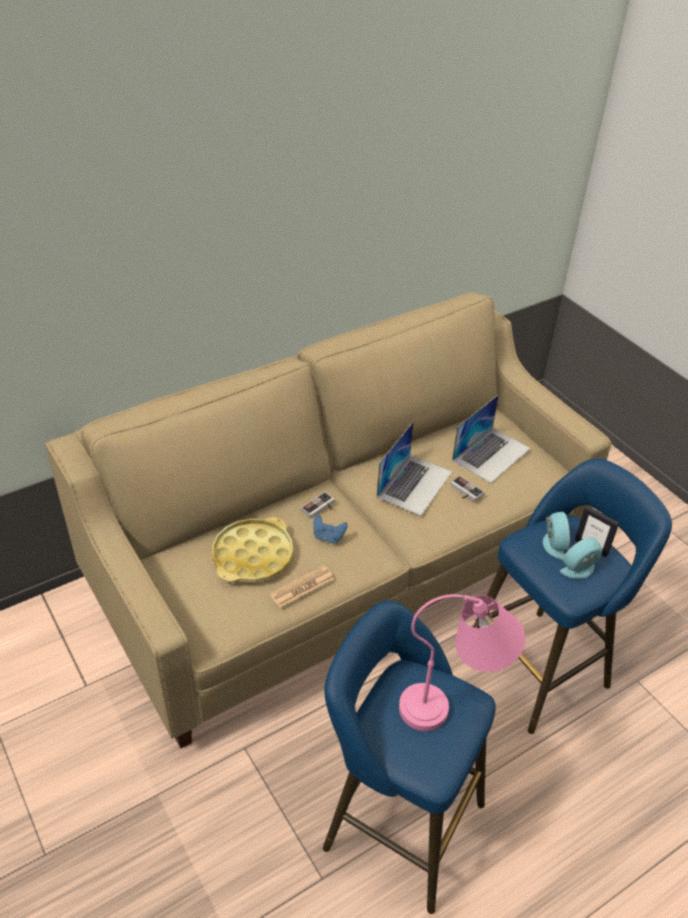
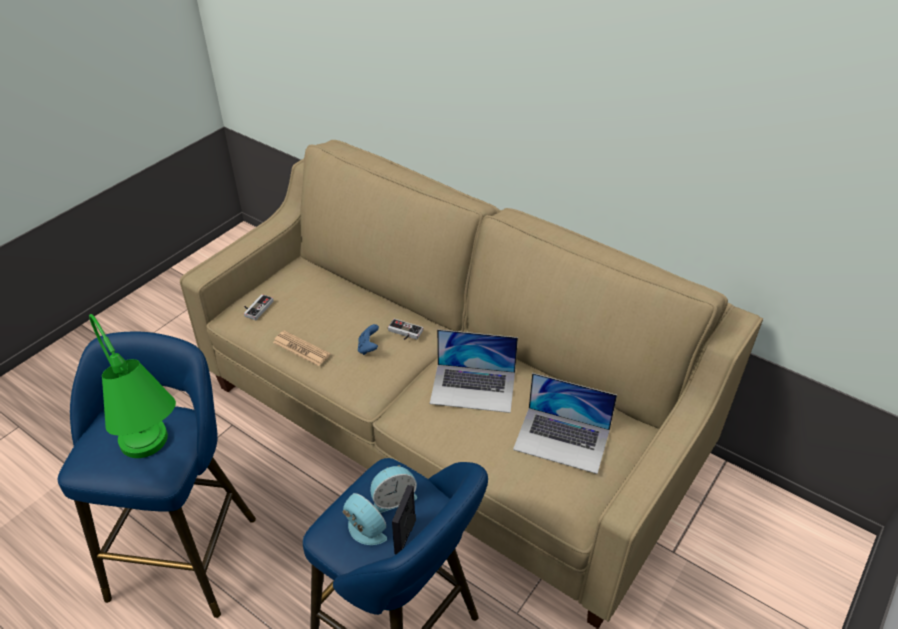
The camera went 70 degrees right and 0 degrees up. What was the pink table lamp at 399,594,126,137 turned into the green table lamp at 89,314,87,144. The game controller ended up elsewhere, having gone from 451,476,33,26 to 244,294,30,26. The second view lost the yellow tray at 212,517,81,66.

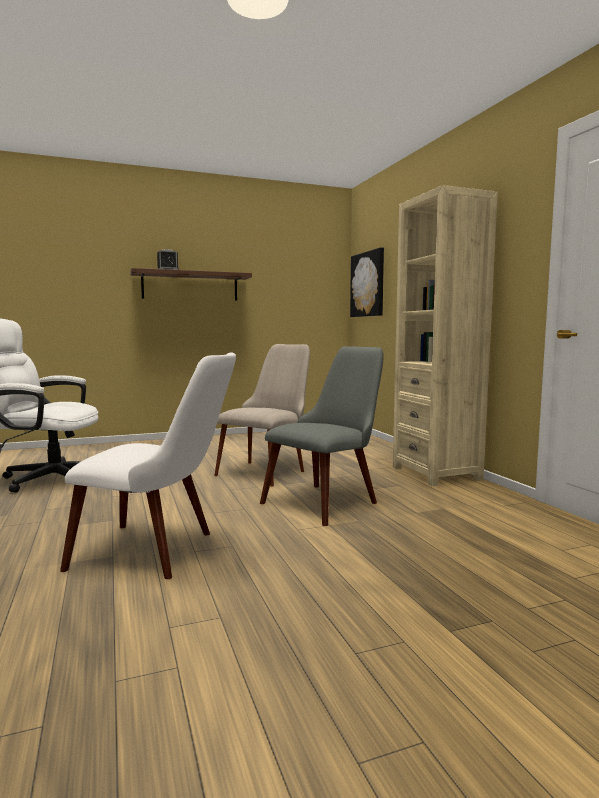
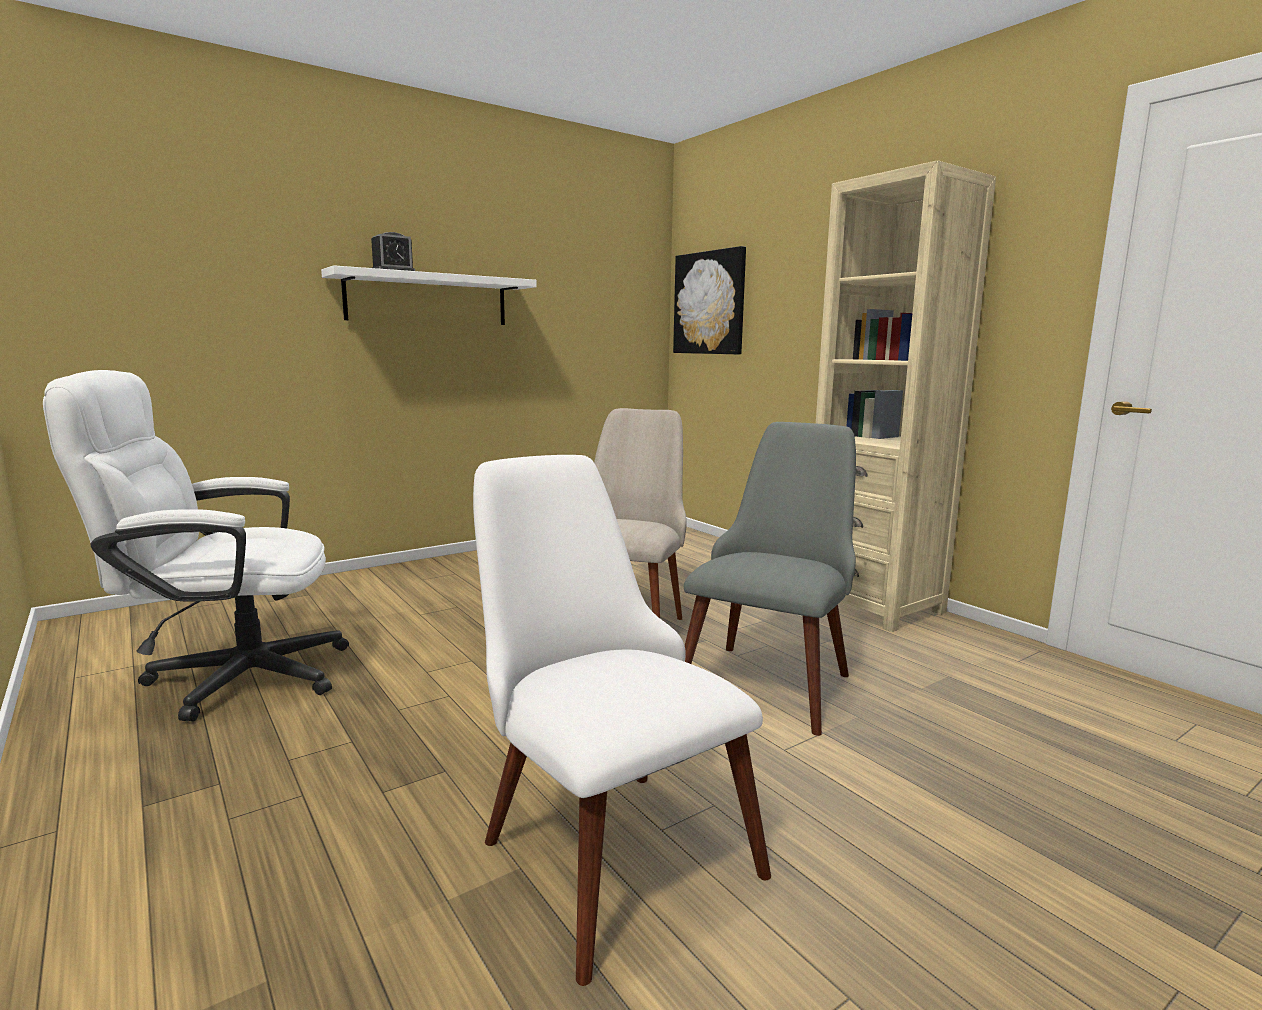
The camera went 15 degrees left and 5 degrees up. What was the brown shelf at 130,268,122,32 turned into the white shelf at 321,265,216,60. The white chair at 60,353,176,226 ended up facing another way, 120 degrees counterclockwise from before.

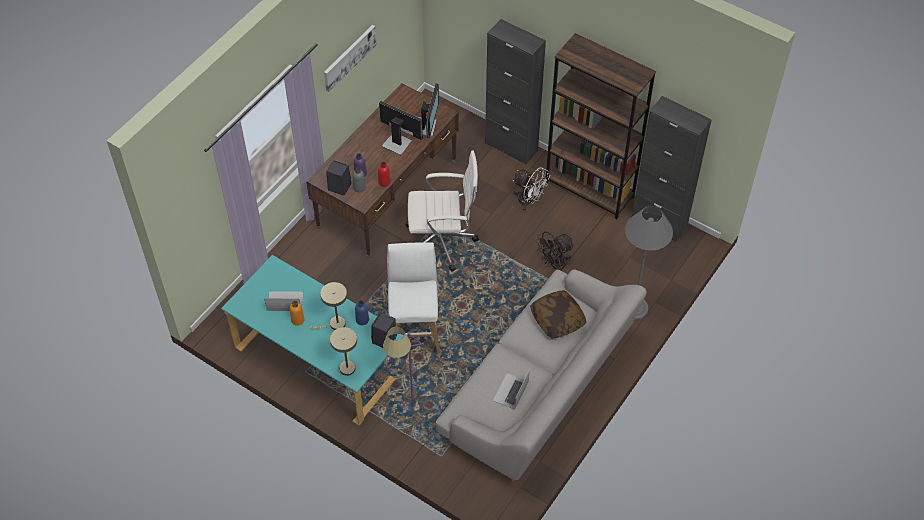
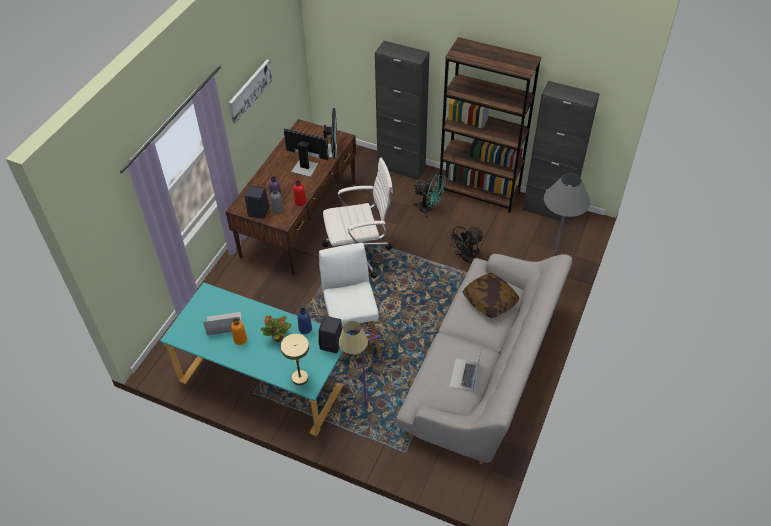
The camera went 10 degrees left and 5 degrees down. Where the beige table lamp stood at 310,282,37,48, the potted plant came to stand at 261,316,31,26. What was the white fan at 513,167,37,44 turned into the turquoise fan at 413,174,33,43.

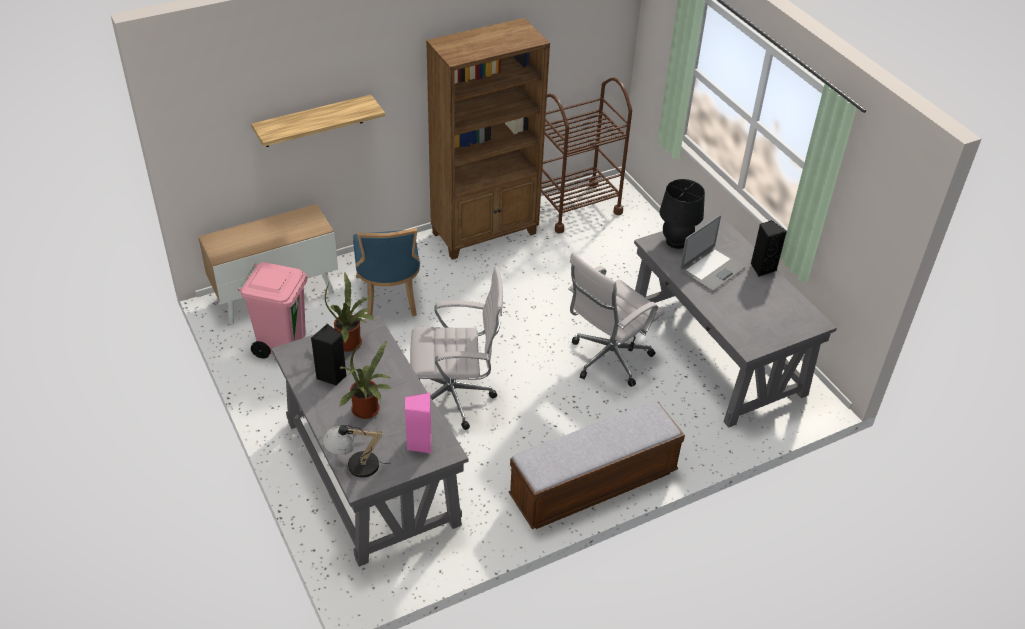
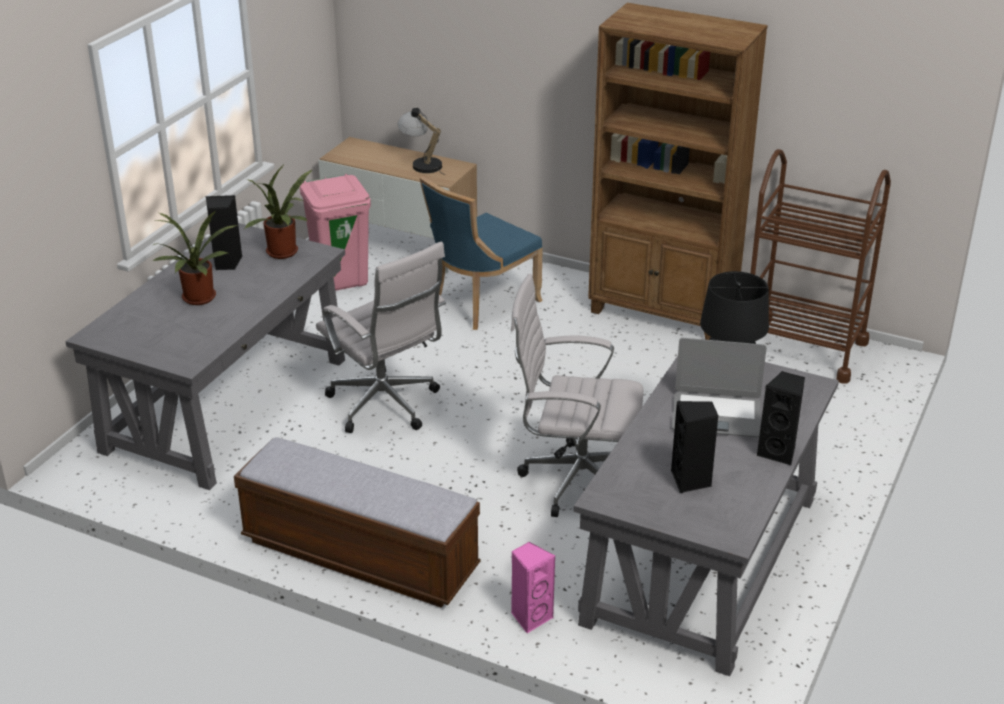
The camera went 55 degrees right and 10 degrees down. The table lamp ended up elsewhere, having gone from 322,425,67,53 to 397,107,48,68. The pink speaker ended up elsewhere, having gone from 405,393,26,60 to 511,541,44,93. The second view gained the black speaker at 671,401,48,92. The second view lost the shelf at 251,95,134,52.

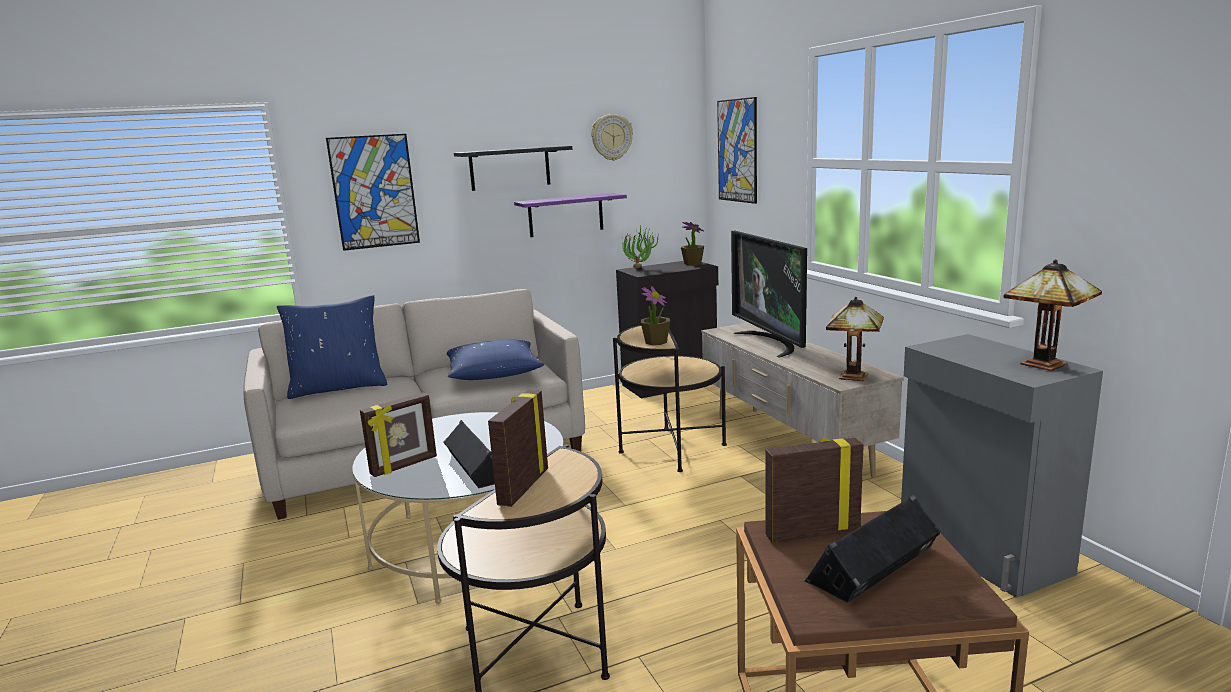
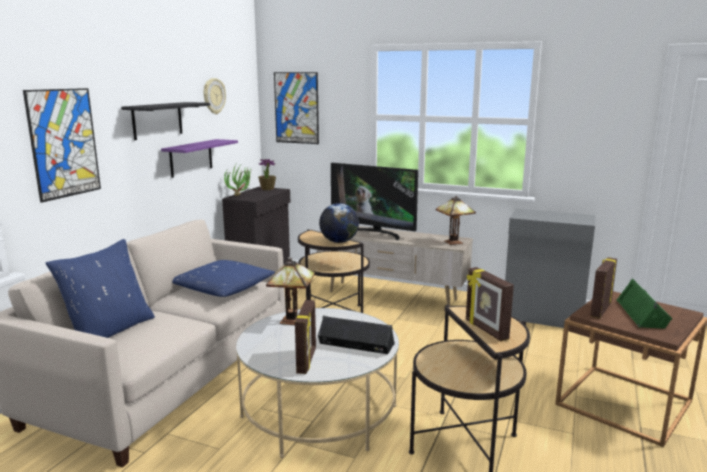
The camera went 45 degrees left and 0 degrees up. The table lamp ended up elsewhere, having gone from 1004,260,98,111 to 266,259,49,66. Where the potted plant stood at 641,286,29,59, the globe came to stand at 319,203,40,40. What was the black speaker at 805,495,136,108 turned into the green speaker at 617,278,56,51.

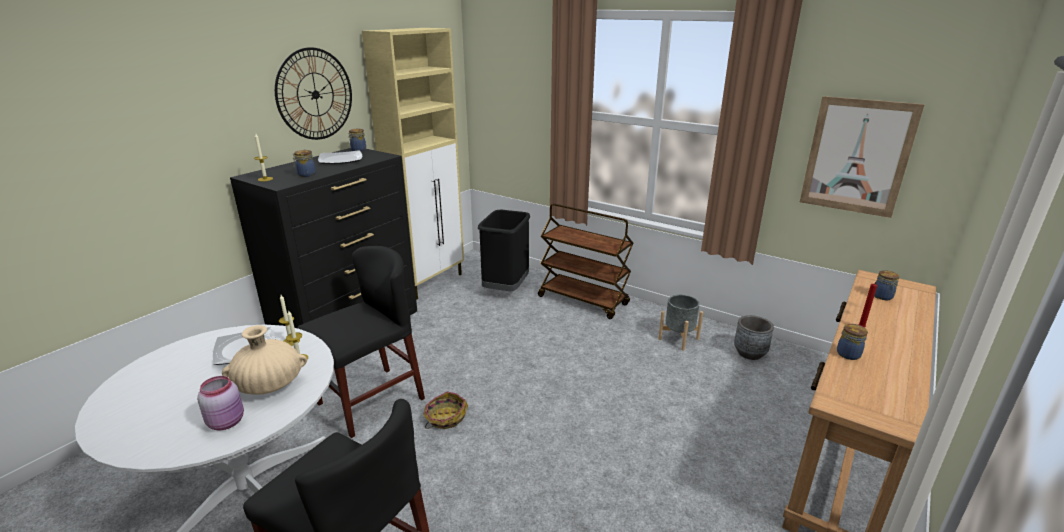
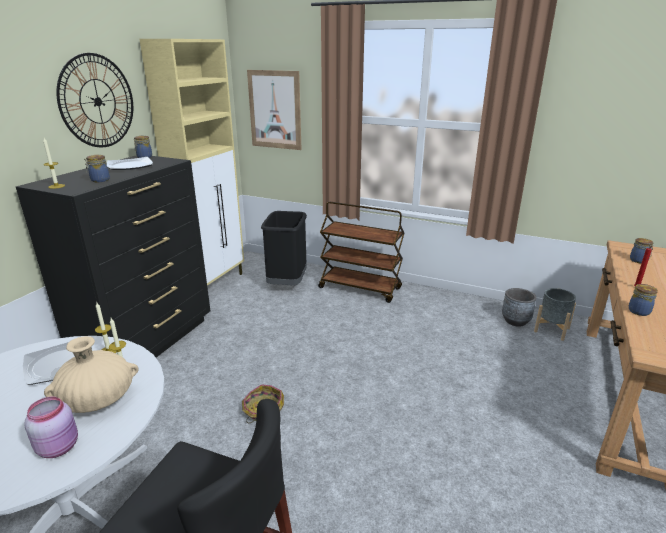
The camera went 10 degrees left and 0 degrees up. The picture ended up elsewhere, having gone from 800,96,125,122 to 247,70,55,80. The grey planter ended up elsewhere, having gone from 658,295,45,56 to 534,288,42,53. The second view lost the black chair at 298,246,127,192.

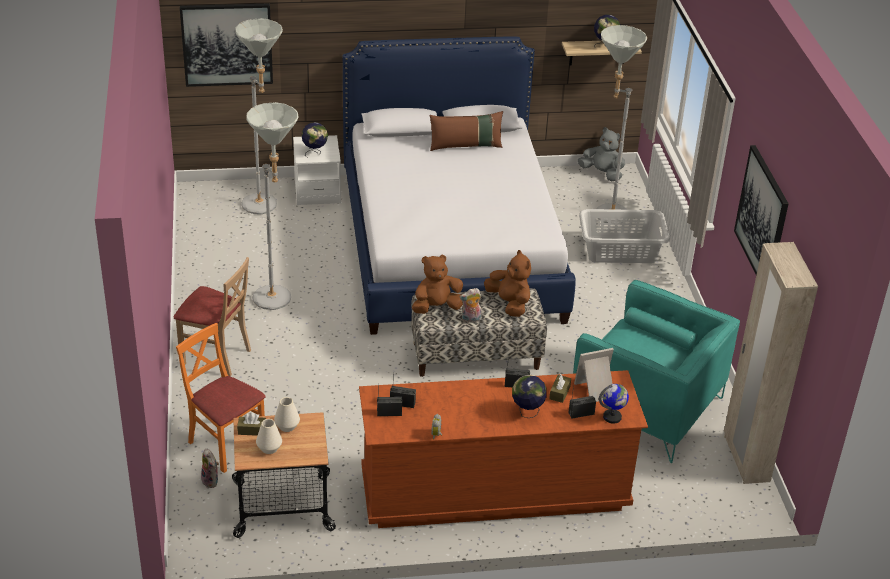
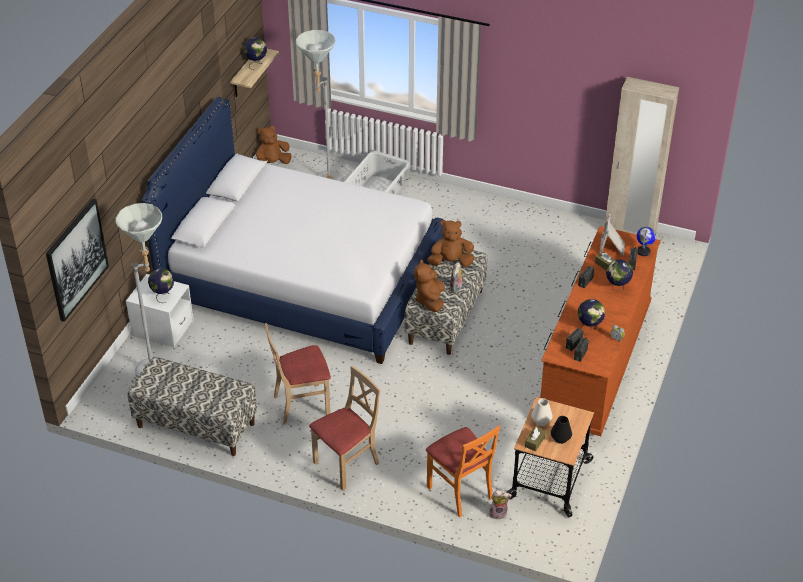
The camera went 60 degrees left and 5 degrees up. The second view gained the bench at 128,357,129,99. What was the grey plush toy at 578,127,47,54 turned into the brown plush toy at 256,126,36,38. Where the grey floor lamp stood at 246,102,53,208, the beige chair came to stand at 265,323,66,101. The orange chair at 176,323,90,150 ended up facing another way, 105 degrees counterclockwise from before. What was the white vase at 256,419,26,35 turned into the black vase at 551,416,21,28. The second view gained the globe at 578,299,27,36. The second view lost the brown pillow at 429,111,74,40. The second view lost the turquoise armchair at 573,280,167,183. The second view lost the picture at 734,145,55,130.

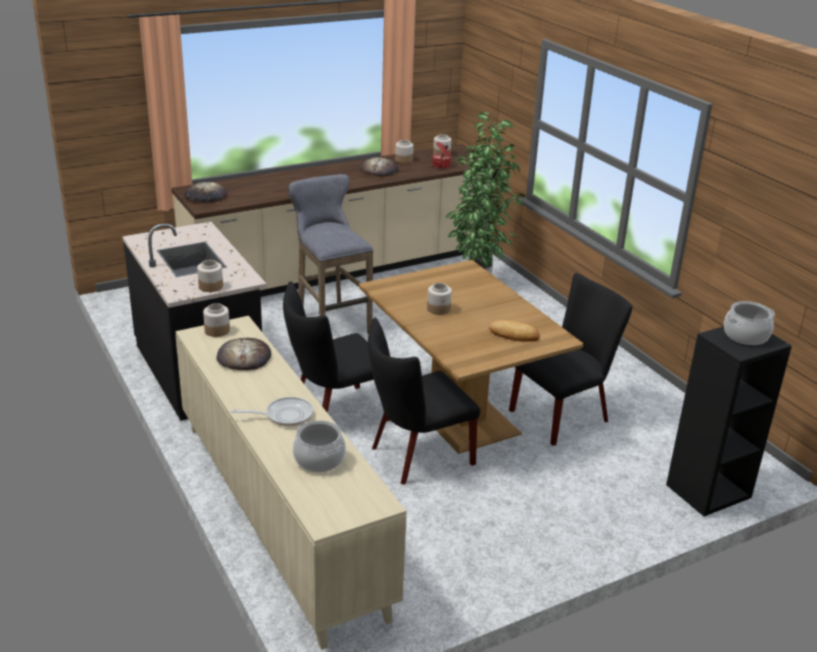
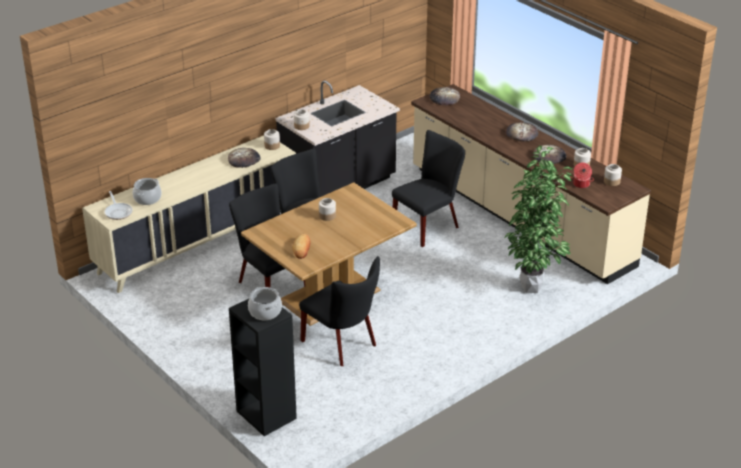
The camera went 80 degrees right and 5 degrees up. The frying pan ended up elsewhere, having gone from 230,397,83,29 to 105,191,27,29. Where the grey stool stood at 288,174,85,160, the black chair came to stand at 392,130,73,117. The second view gained the bread at 506,122,32,20.

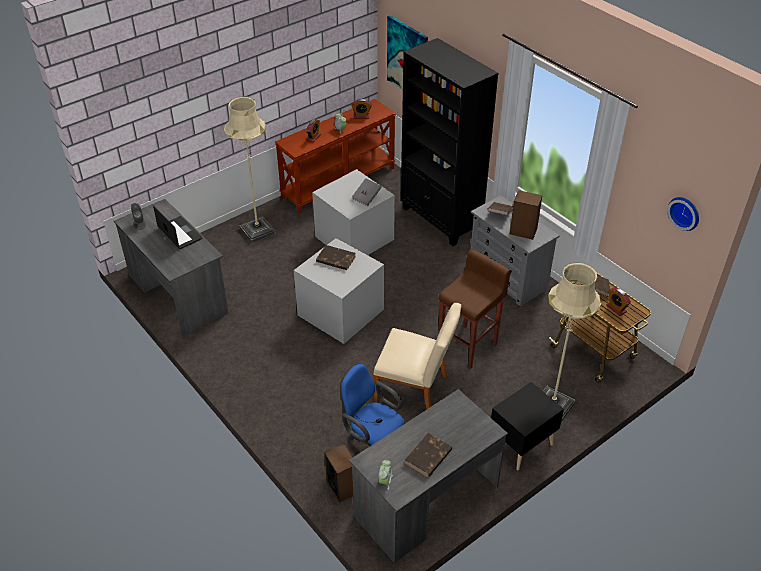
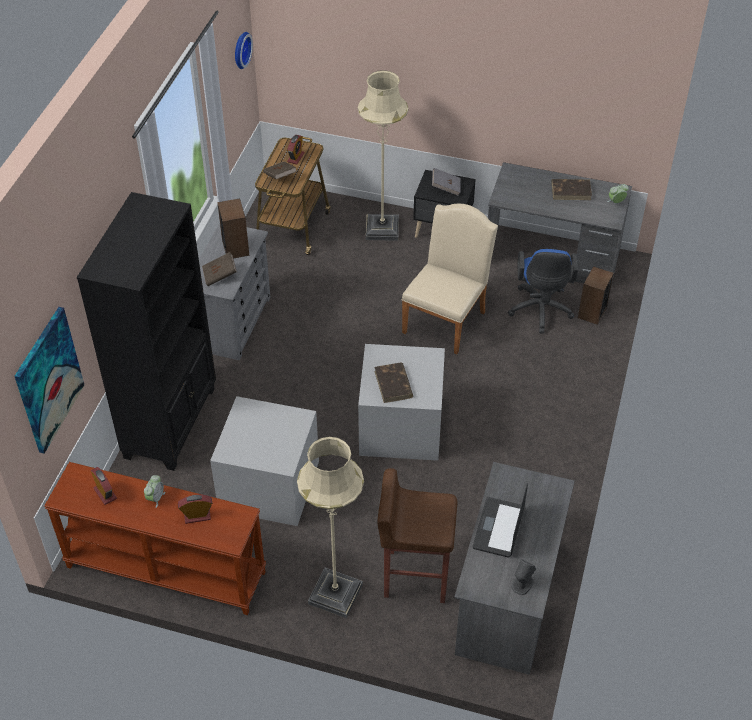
The camera went 125 degrees left and 5 degrees up. The brown stool ended up elsewhere, having gone from 439,250,72,119 to 377,468,80,135. The beige chair at 374,303,87,106 ended up facing another way, 45 degrees clockwise from before. The grey book ended up elsewhere, having gone from 352,178,30,28 to 432,168,29,28.

